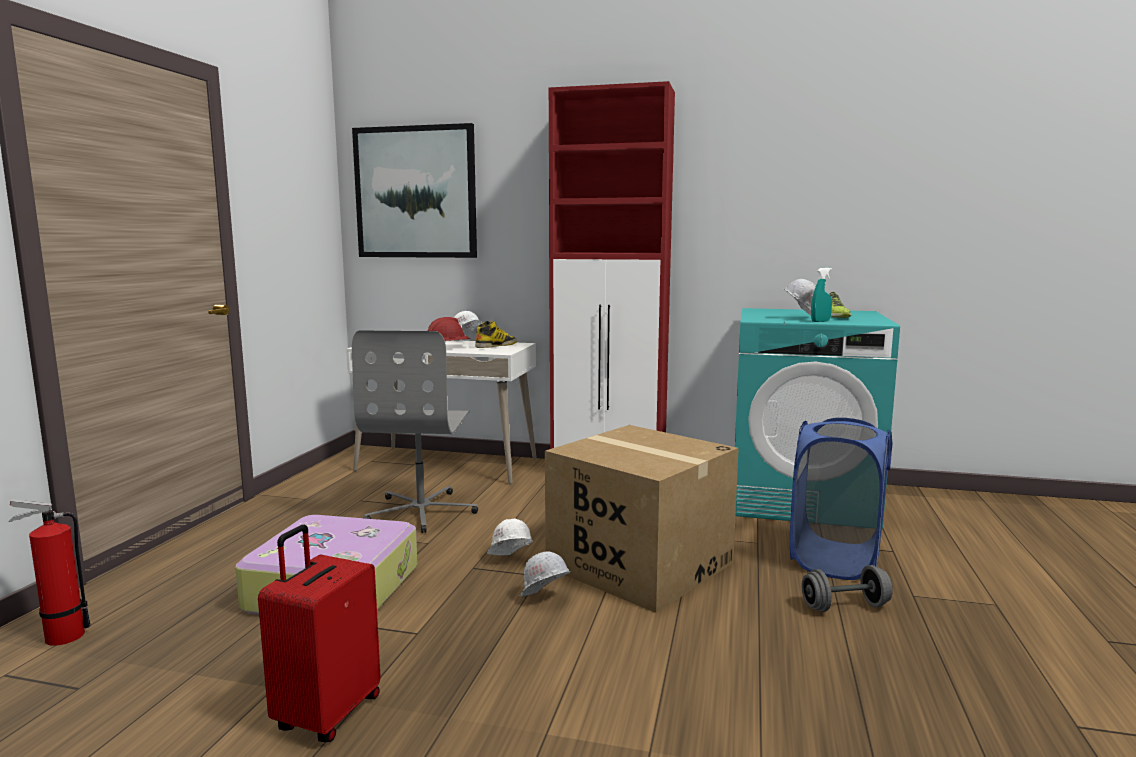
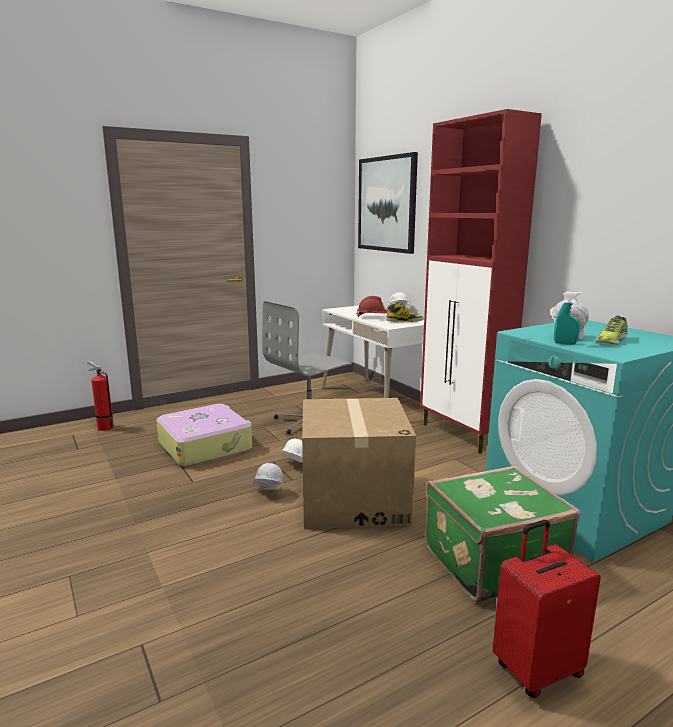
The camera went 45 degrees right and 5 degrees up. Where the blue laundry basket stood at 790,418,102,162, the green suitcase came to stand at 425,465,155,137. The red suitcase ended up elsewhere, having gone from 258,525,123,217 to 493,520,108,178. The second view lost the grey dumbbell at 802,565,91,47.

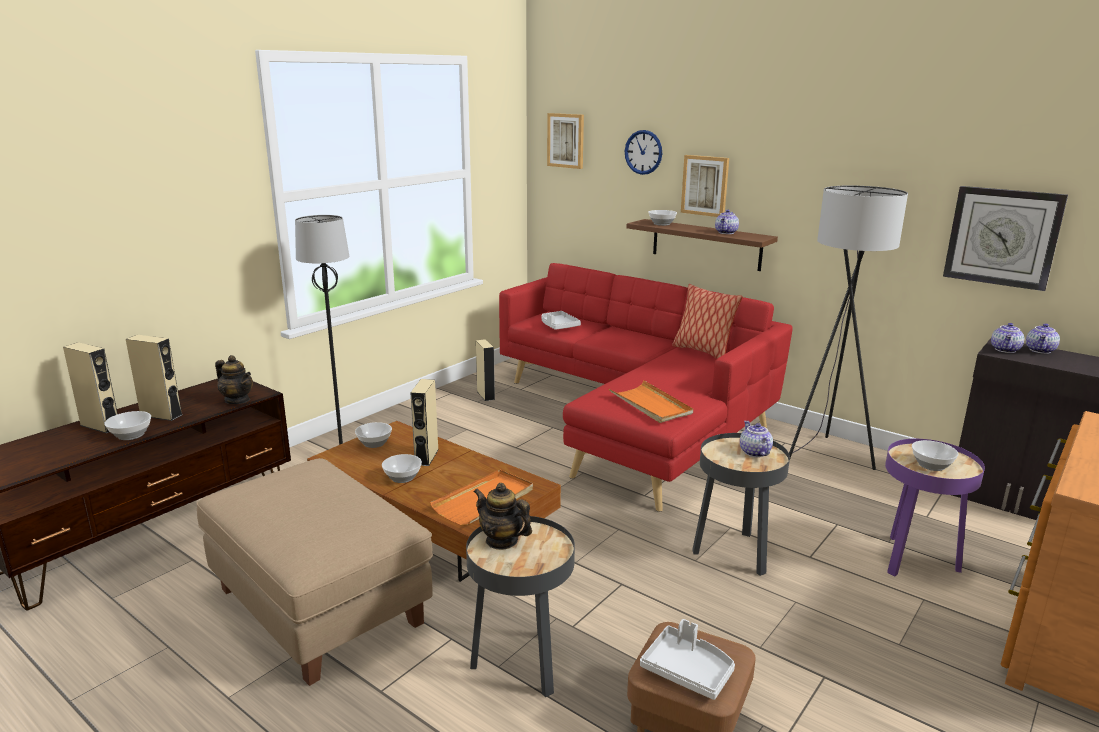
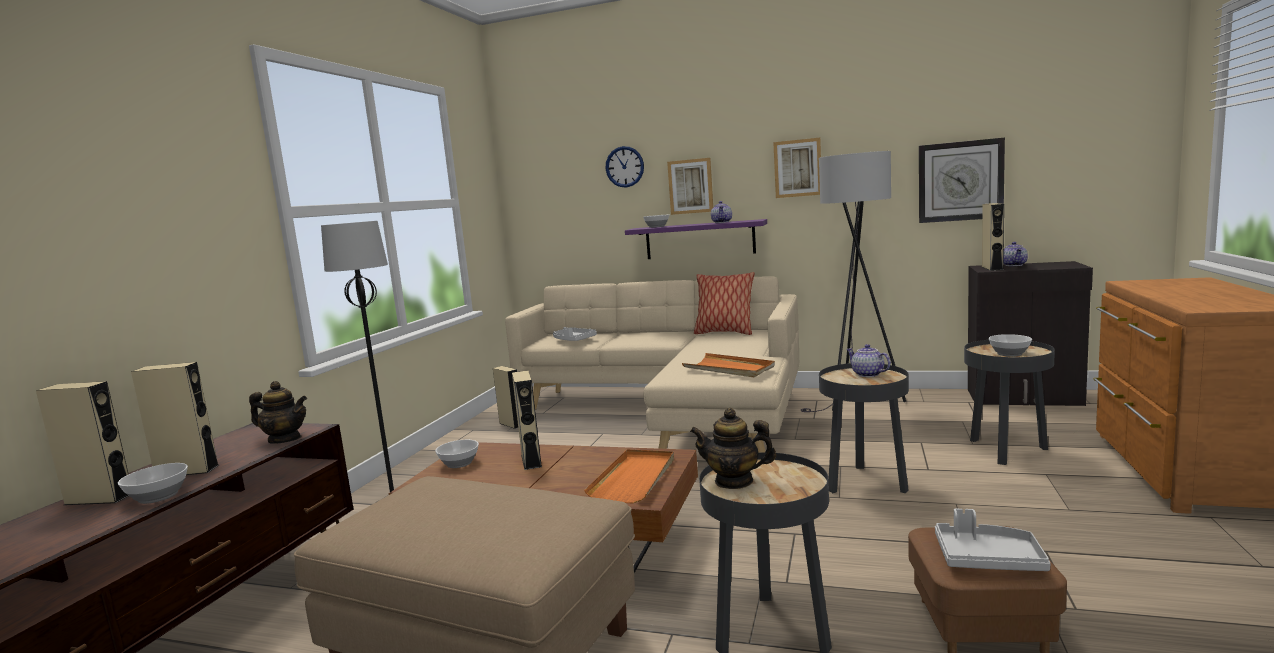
The camera went 20 degrees left and 10 degrees down. What was the red sofa at 499,263,294,249 turned into the beige sofa at 505,276,294,176. What was the brown shelf at 626,219,152,52 turned into the purple shelf at 625,219,142,40. The picture ended up elsewhere, having gone from 547,113,37,56 to 773,138,48,60. What was the purple side table at 885,439,100,138 turned into the black side table at 964,340,91,125. Where the teapot stood at 991,323,33,30, the beige speaker came to stand at 982,203,22,68. The second view lost the bowl at 382,454,40,29.

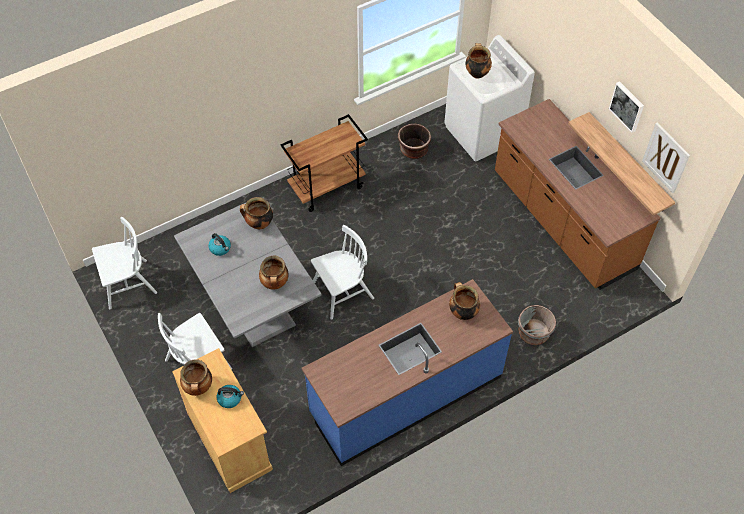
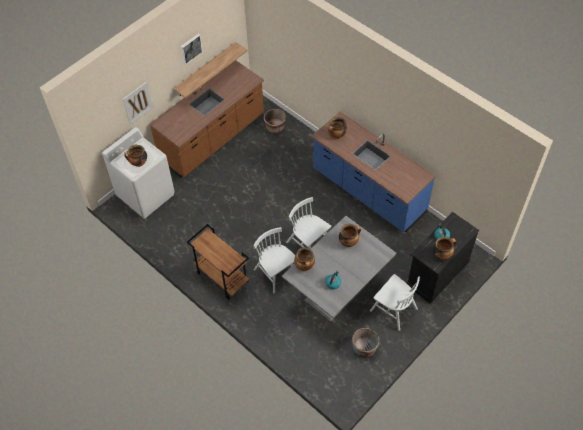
The camera went 105 degrees left and 0 degrees up. The picture ended up elsewhere, having gone from 642,123,48,70 to 122,81,31,44. The white chair ended up elsewhere, having gone from 92,217,65,92 to 253,227,43,66. The brown planter ended up elsewhere, having gone from 398,124,33,35 to 264,109,22,24. The grey planter ended up elsewhere, having gone from 518,305,38,40 to 352,328,28,29. What was the beige cabinet at 172,348,101,145 turned into the black cabinet at 406,212,73,91.

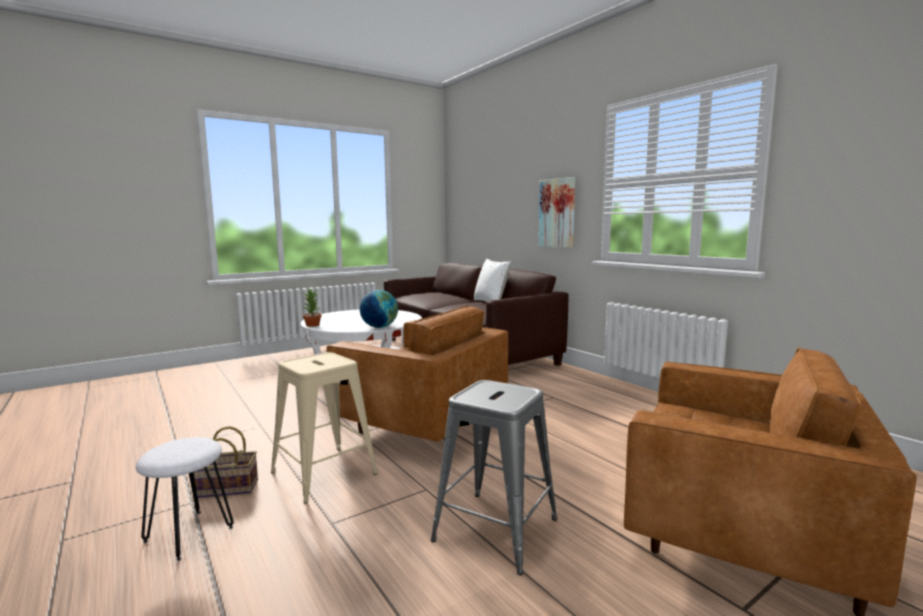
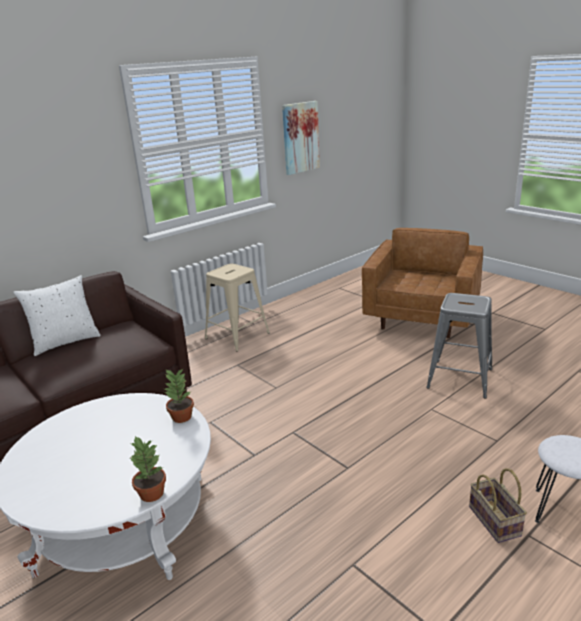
The camera went 95 degrees left and 15 degrees up. Where the globe stood at 360,290,38,38, the potted plant came to stand at 165,369,29,54. The beige stool ended up elsewhere, having gone from 271,352,107,152 to 205,263,65,89. The picture ended up elsewhere, having gone from 539,177,36,71 to 282,101,38,74. The second view lost the brown armchair at 326,306,182,136.

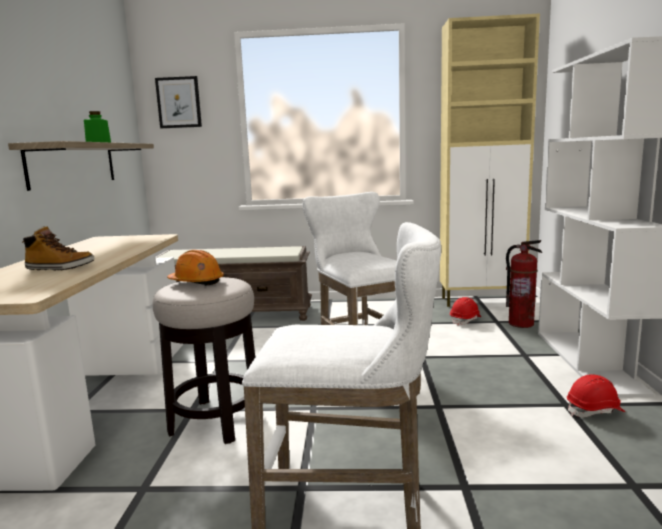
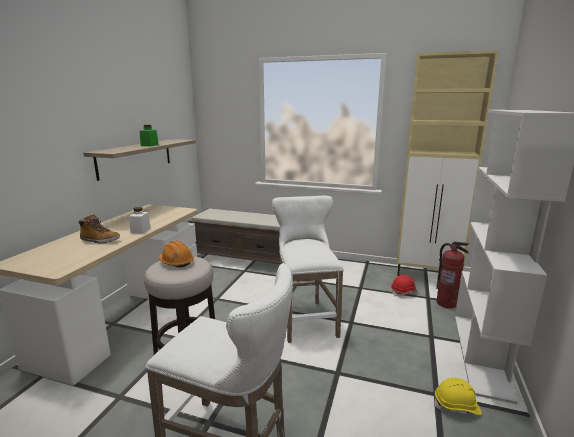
The camera went 15 degrees right and 5 degrees up. The second view gained the white jar at 129,207,22,26. What was the red hard hat at 567,374,58,43 turned into the yellow hard hat at 434,378,48,37. The second view lost the picture at 155,76,47,52.

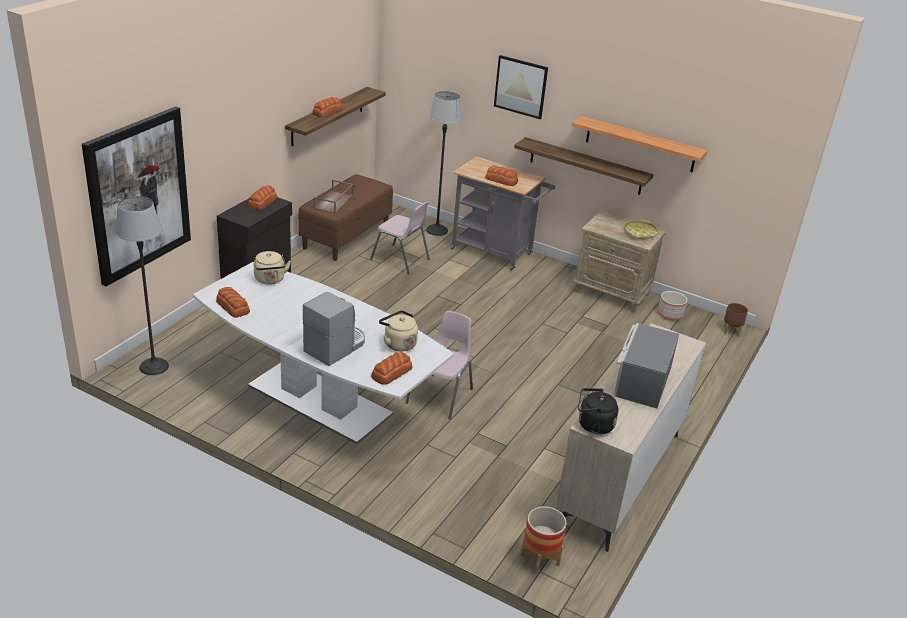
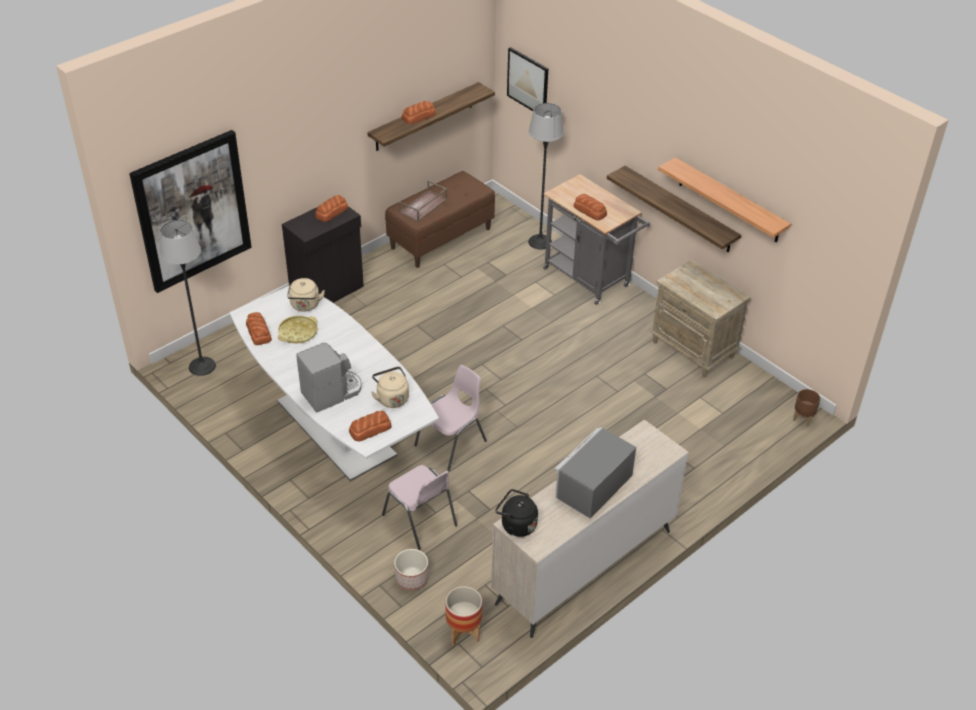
The camera went 20 degrees right and 10 degrees up. The yellow tray ended up elsewhere, having gone from 624,220,34,19 to 278,316,40,28. The pink chair ended up elsewhere, having gone from 370,201,60,73 to 382,465,76,85. The planter ended up elsewhere, having gone from 658,291,29,29 to 394,549,35,41. The picture ended up elsewhere, having gone from 494,55,54,64 to 507,47,41,64.

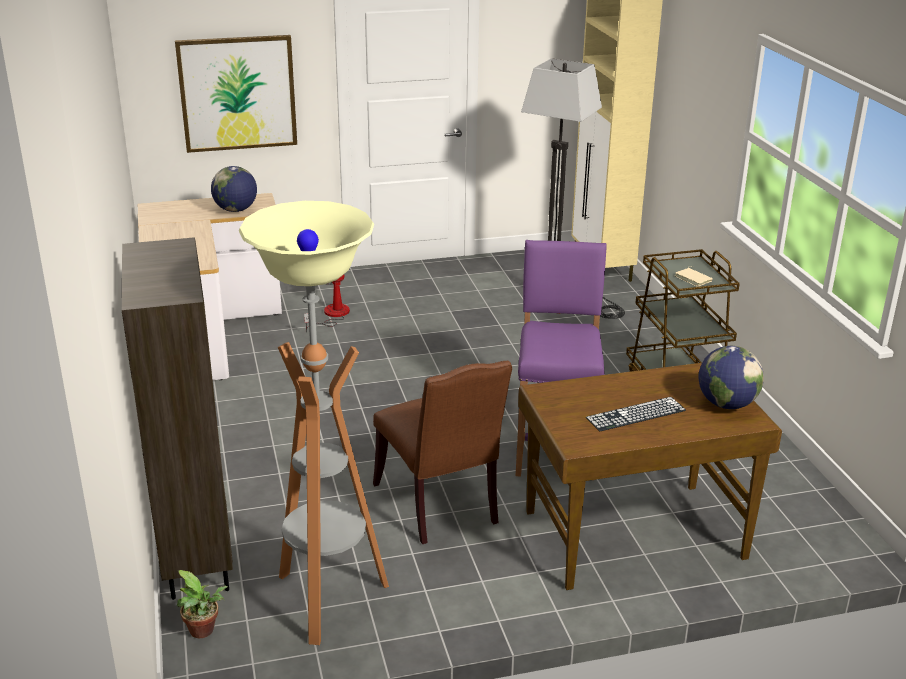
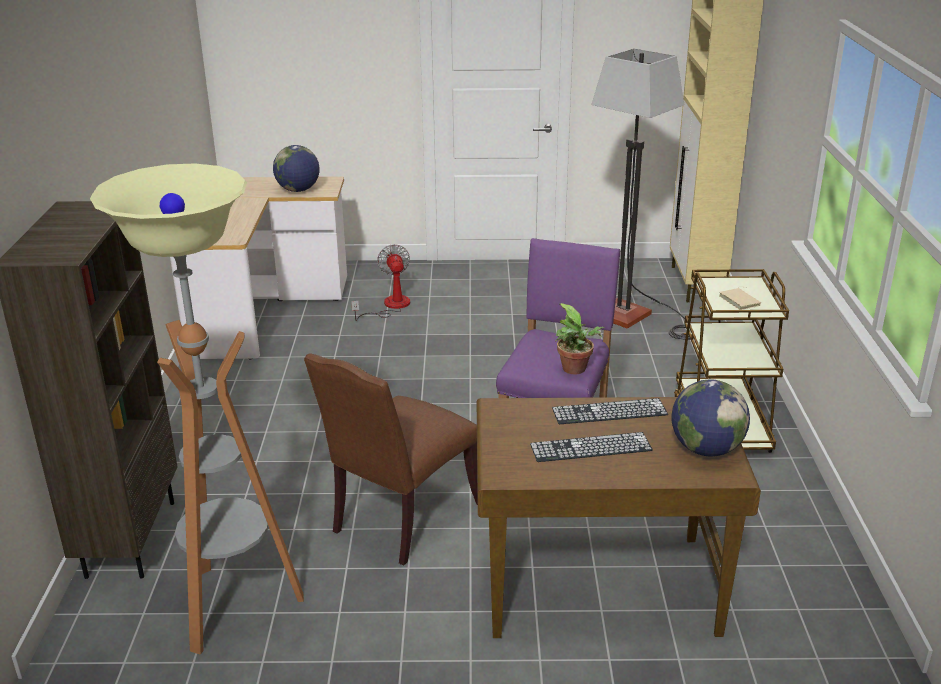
The camera went 15 degrees right and 0 degrees up. The brown chair at 373,361,139,183 ended up facing another way, 45 degrees clockwise from before. The second view gained the keyboard at 552,398,116,26. The potted plant ended up elsewhere, having gone from 177,570,51,68 to 555,303,50,71. The second view lost the picture at 175,35,122,118.

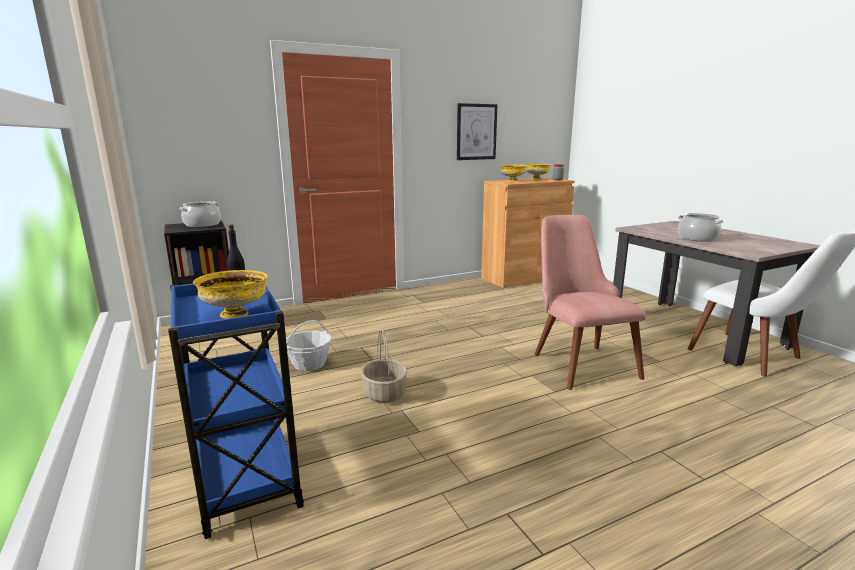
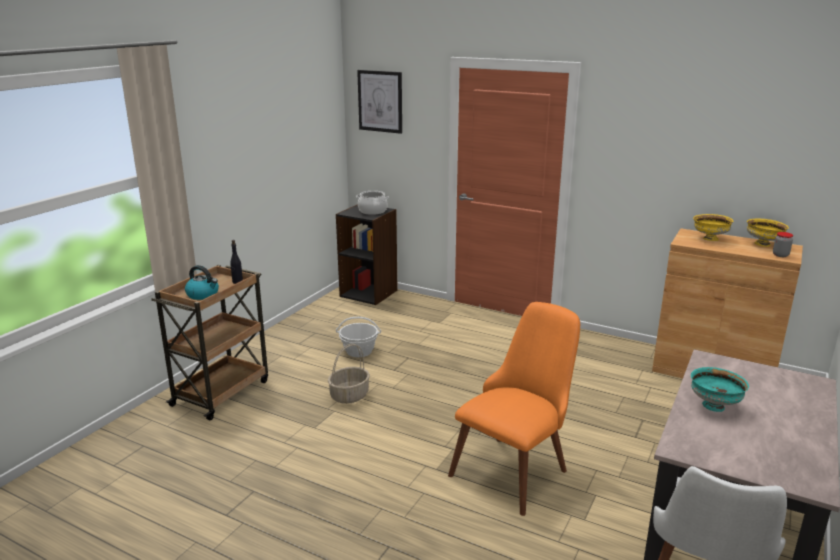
The camera went 55 degrees right and 5 degrees up. What was the blue cart at 168,283,136,256 turned into the brown cart at 151,265,117,155. Where the yellow bowl stood at 193,270,75,49, the kettle came to stand at 185,265,34,35. The picture ended up elsewhere, having gone from 457,103,40,57 to 357,70,45,64. What was the pink chair at 534,215,112,175 turned into the orange chair at 448,302,132,214. Where the cooking pot stood at 678,213,46,28, the turquoise bowl came to stand at 691,367,58,45.

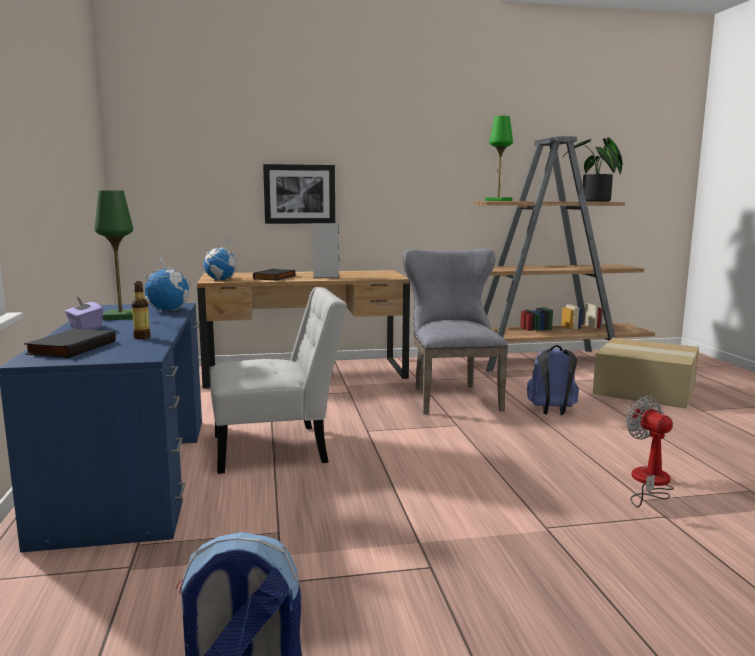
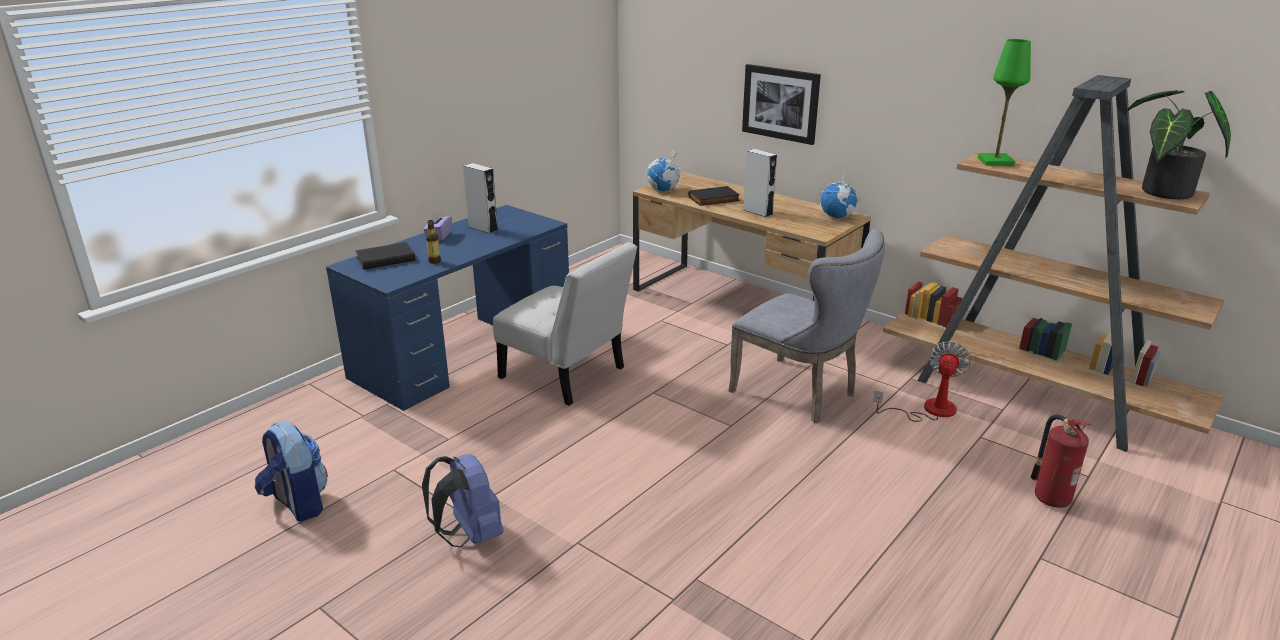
The camera went 50 degrees right and 15 degrees up. The blue backpack ended up elsewhere, having gone from 527,345,52,70 to 422,454,82,94. Where the green table lamp stood at 95,190,38,130, the grey speaker came to stand at 463,163,35,71. The grey chair at 403,249,105,166 ended up facing another way, 90 degrees clockwise from before. The globe ended up elsewhere, having gone from 142,255,49,56 to 819,170,41,48. The fan ended up elsewhere, having gone from 626,396,48,112 to 873,341,98,81. Where the cardboard box stood at 593,338,106,71, the fire extinguisher came to stand at 1030,415,61,93.

